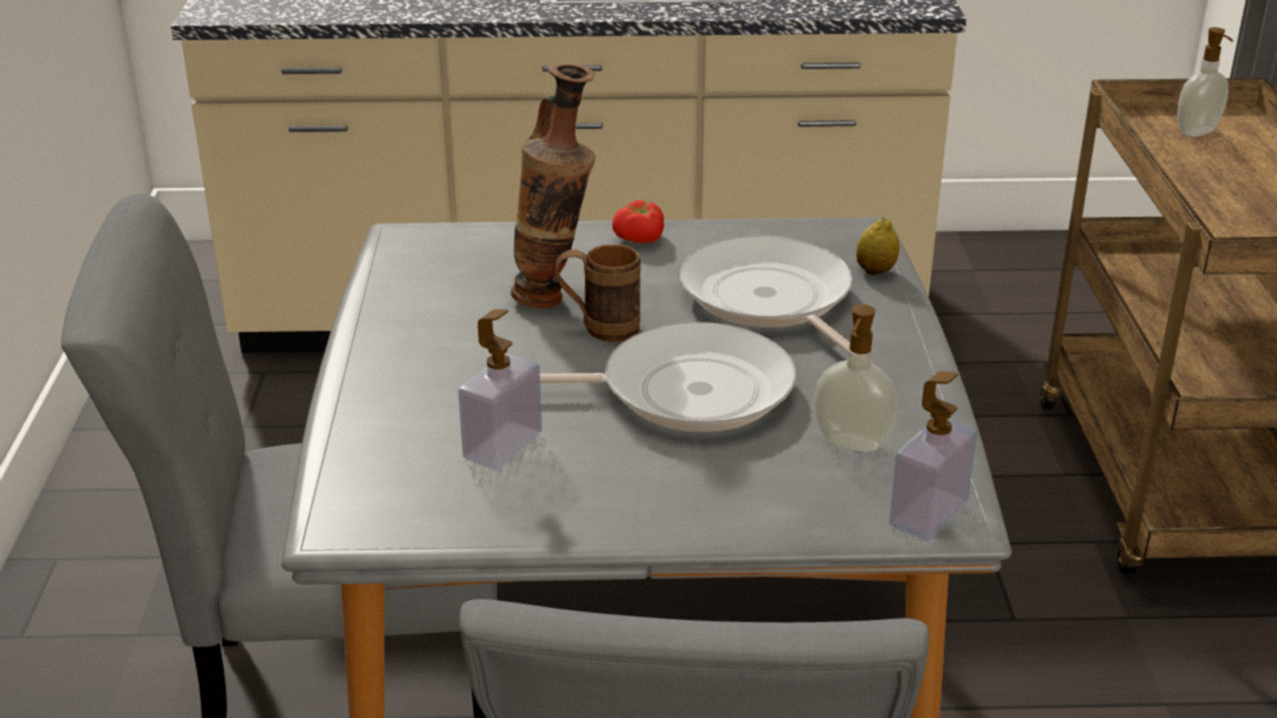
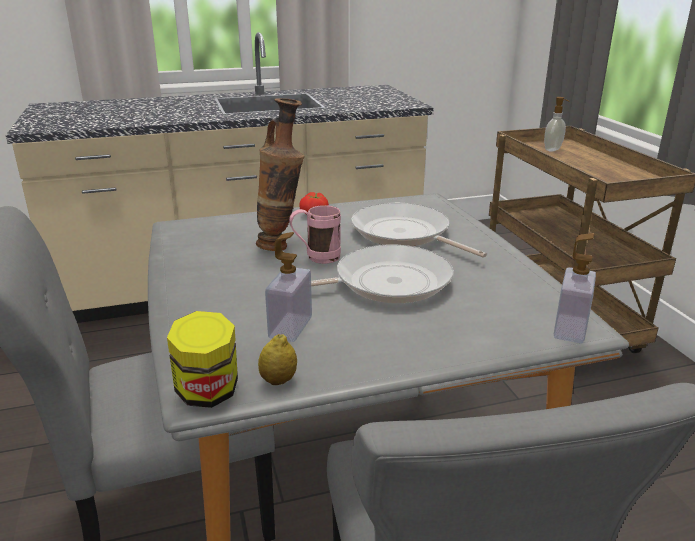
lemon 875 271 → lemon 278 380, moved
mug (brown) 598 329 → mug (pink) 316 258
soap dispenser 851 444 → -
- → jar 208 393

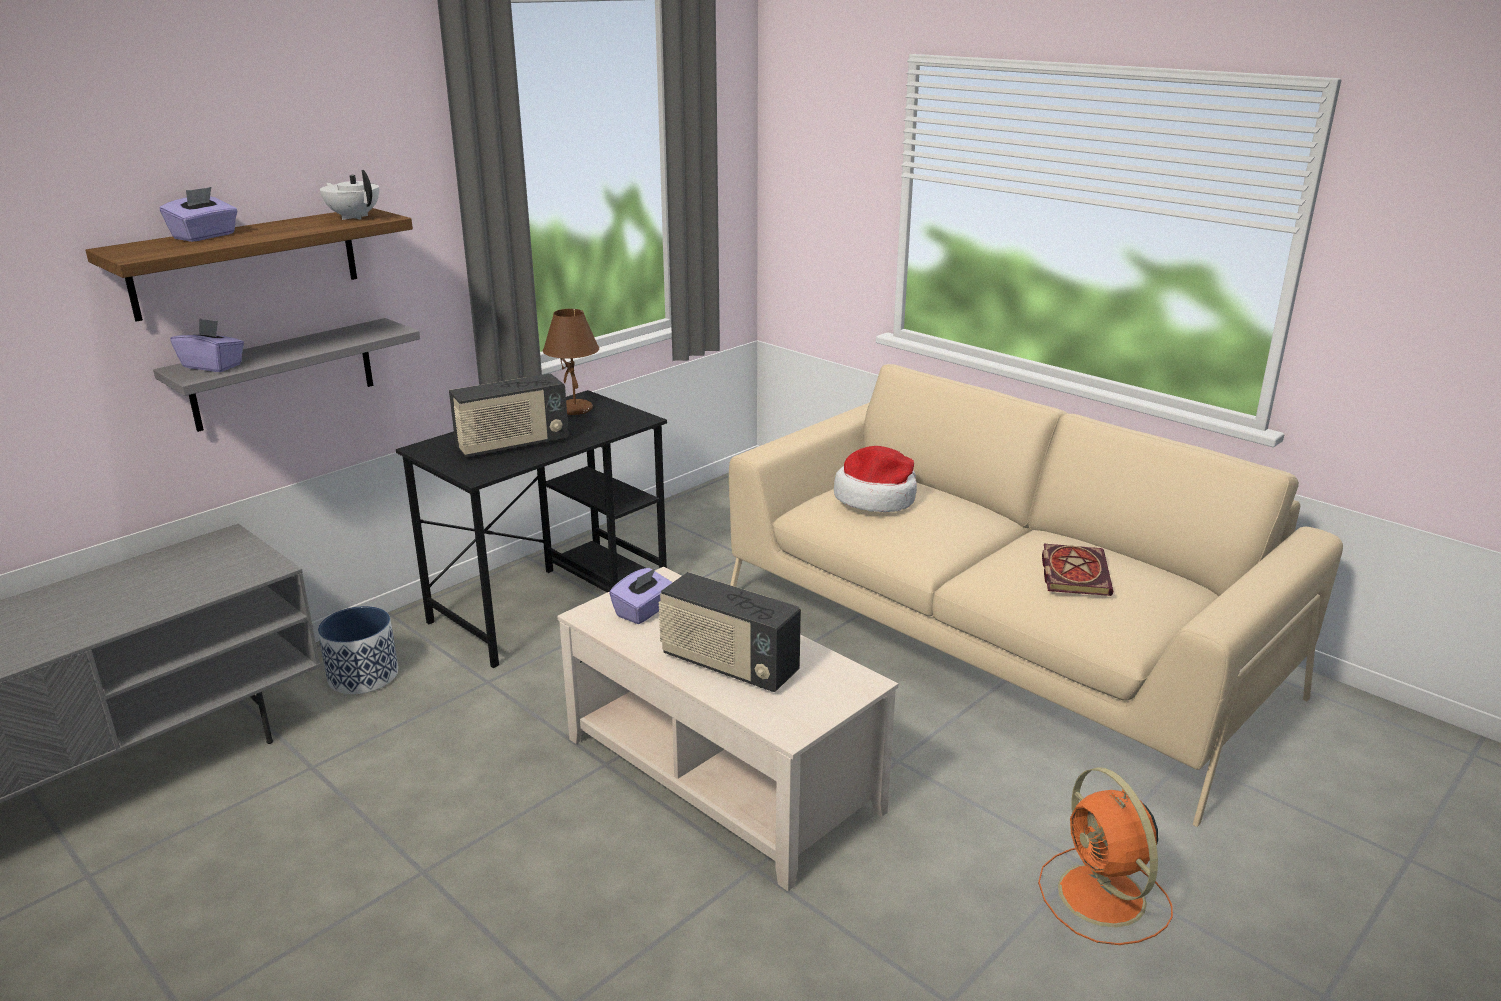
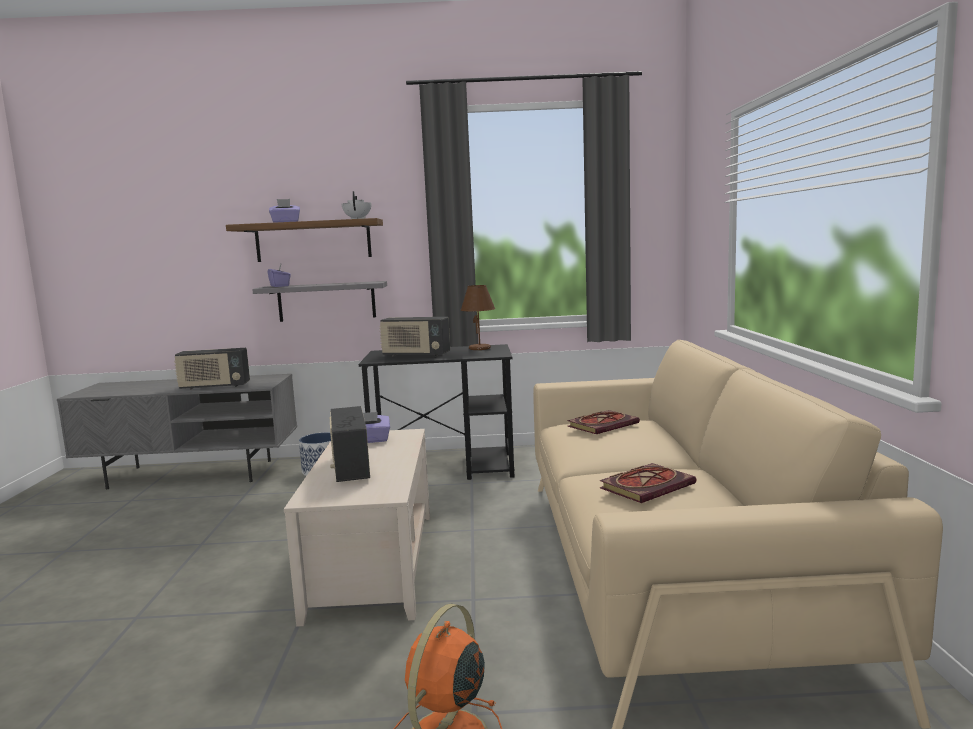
hat 876 498 → book 603 425
- → radio 214 386

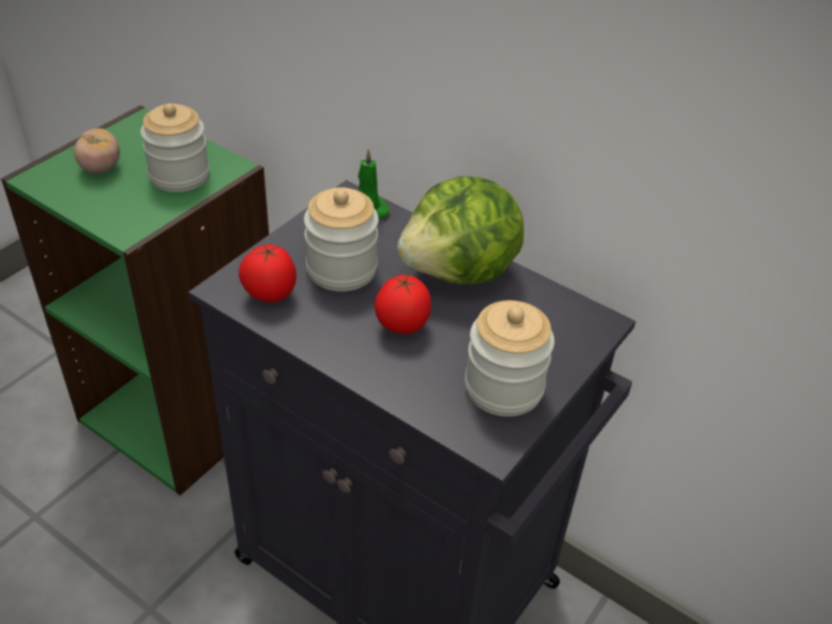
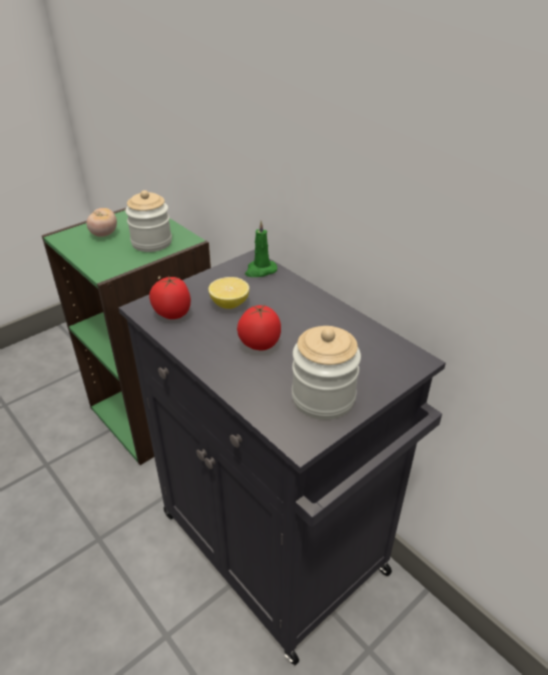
lettuce 460 272 → -
jar 341 269 → lemon 229 304

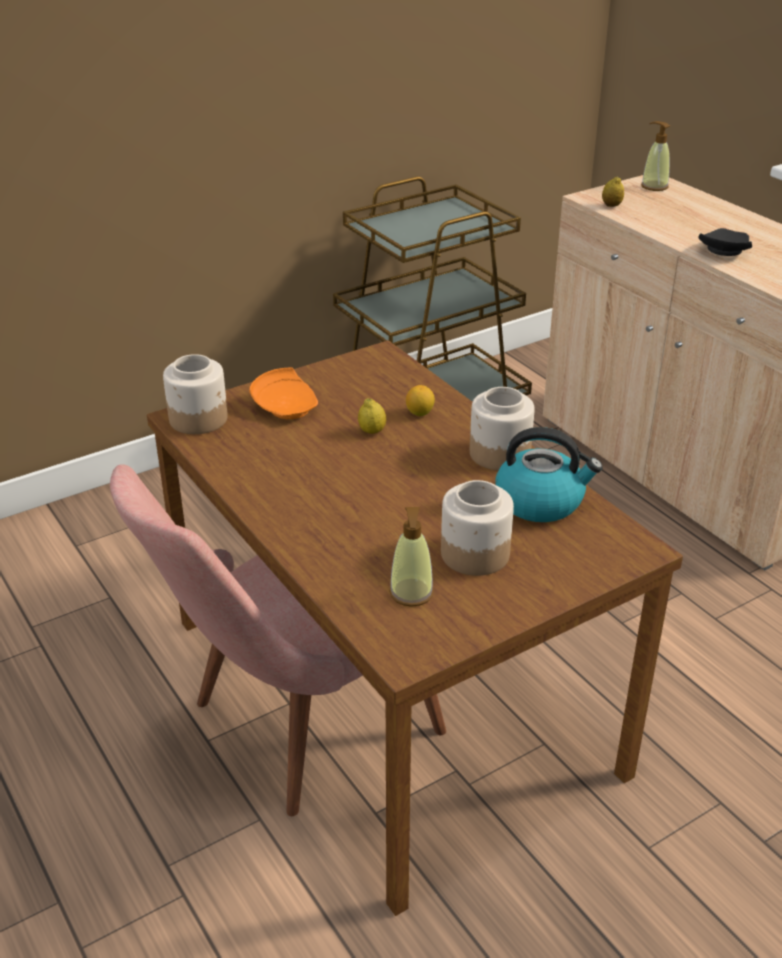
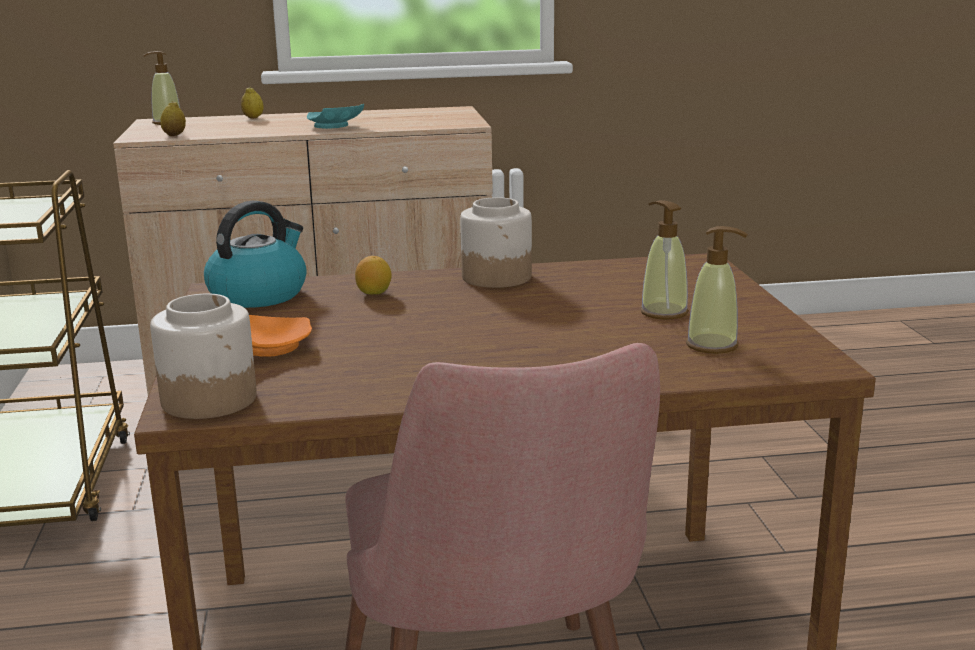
plate (black) 723 251 → plate (turquoise) 333 127
lemon 372 431 → lemon 253 118, moved
kettle 541 501 → kettle 259 294, moved
jar 474 554 → soap dispenser 663 312

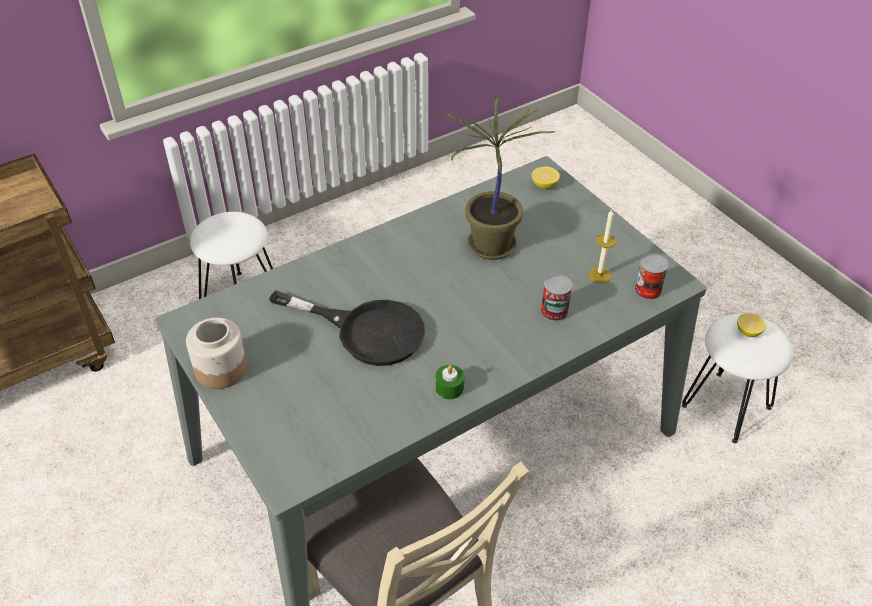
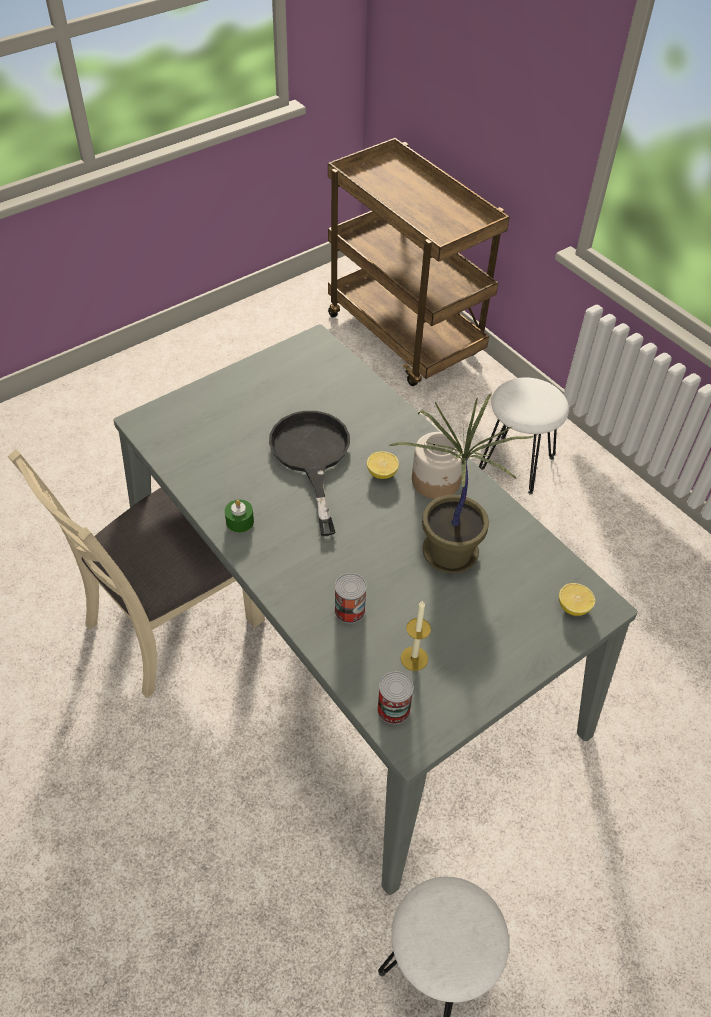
frying pan (black) 366 331 → frying pan (black) 311 457, 150 degrees clockwise
lemon 748 332 → lemon 382 473, moved
jar 221 369 → jar 436 481, moved

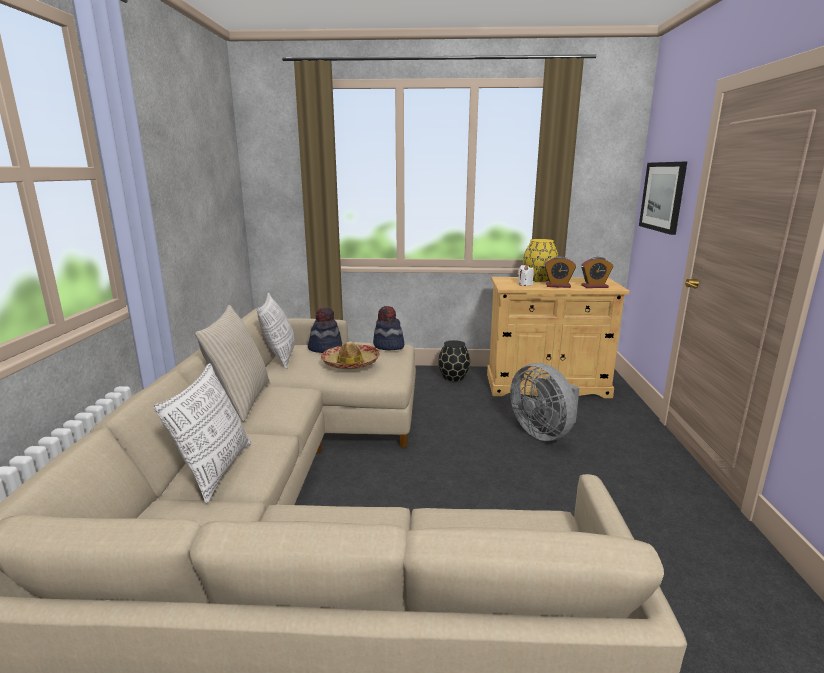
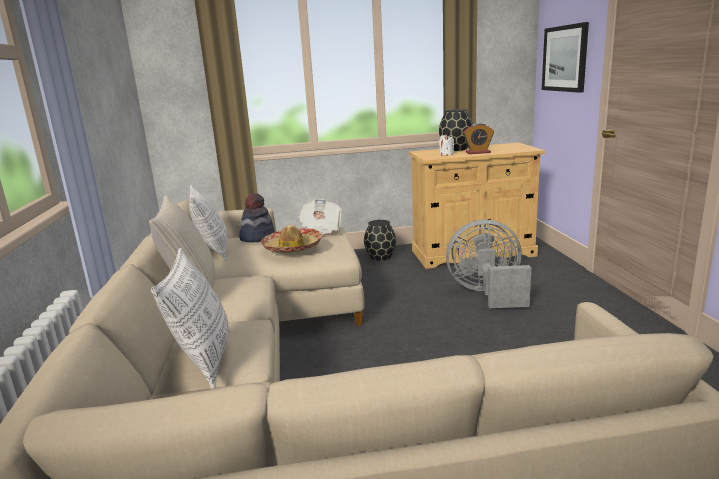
vase (yellow) 539 279 → vase (black) 456 149
alarm clock 594 286 → -
hat 388 346 → newspaper 321 229
fan (grey) 543 432 → fan (grey) 487 293, 135 degrees clockwise

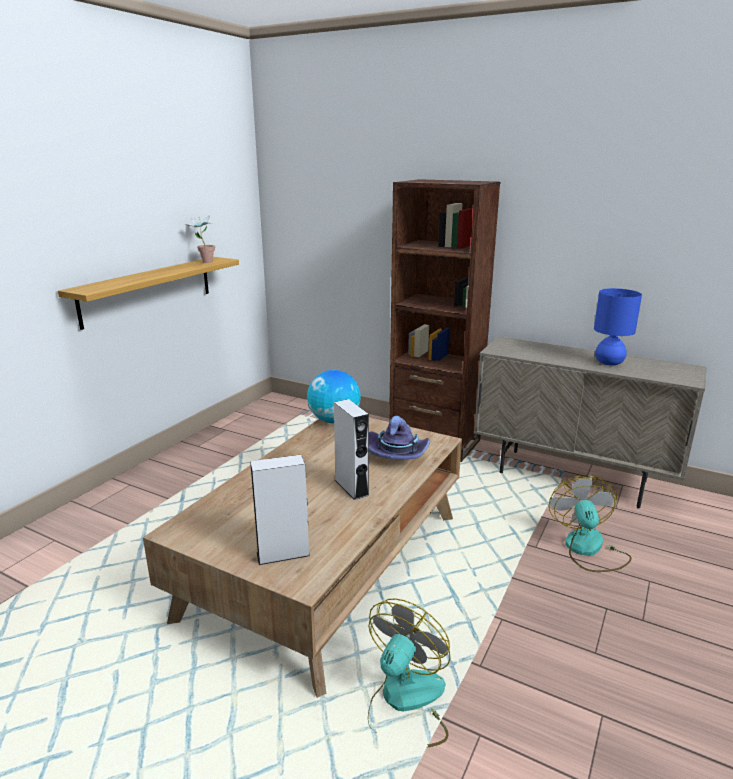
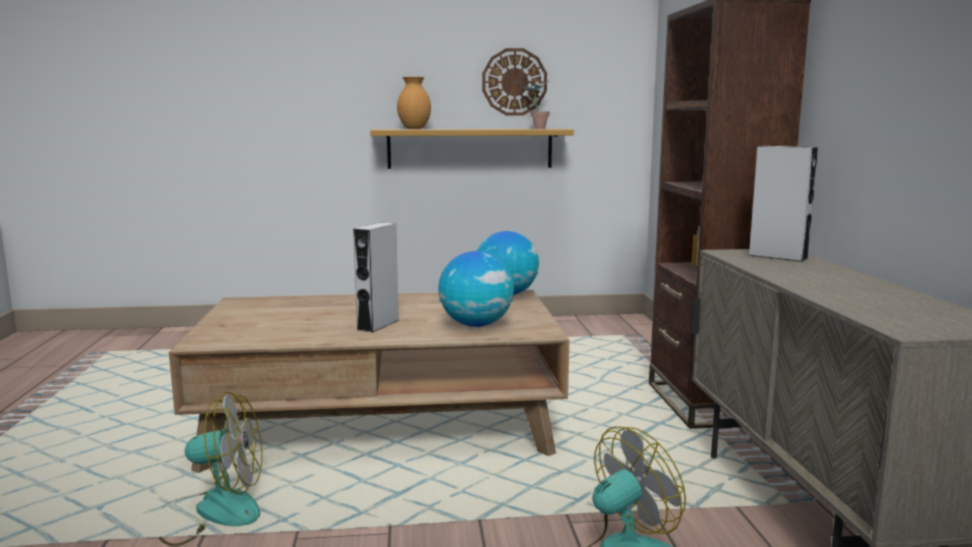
table lamp (blue) 608 362 → -
hat (purple) 397 454 → globe 476 325
speaker (grey) 283 554 → speaker (grey) 777 257, moved
- → wall clock 514 82
- → vase (brown) 414 129

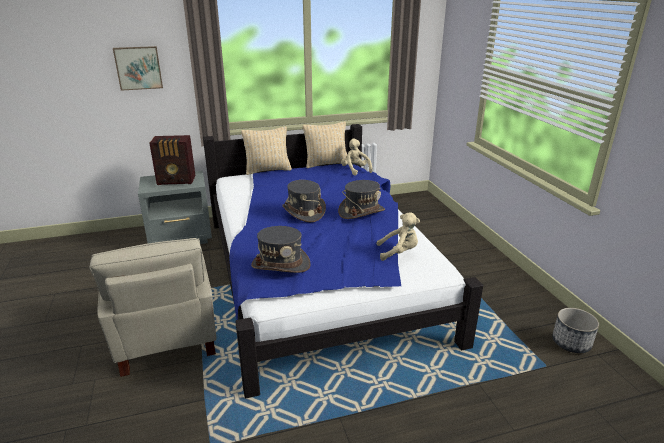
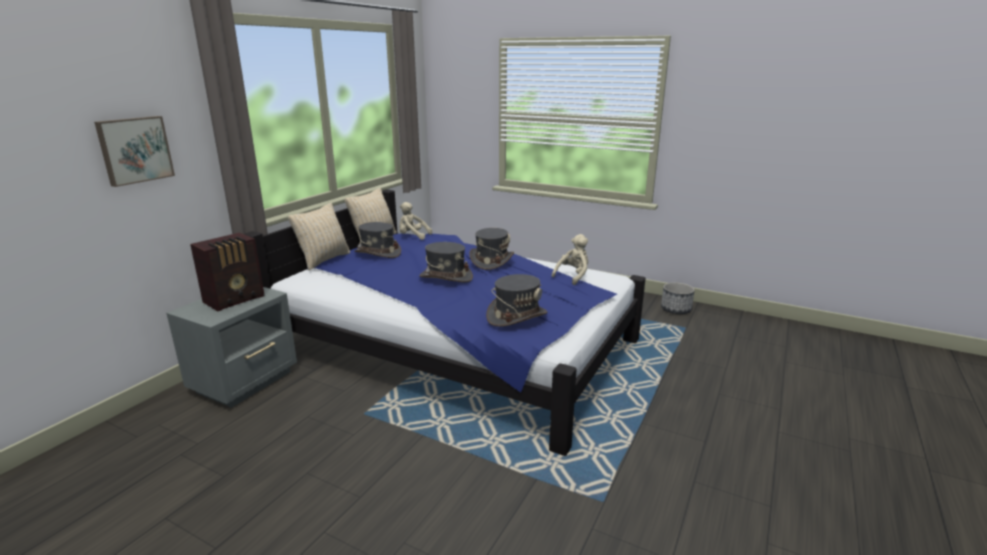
armchair (beige) 166 338 → -
- → hat (grey) 377 253

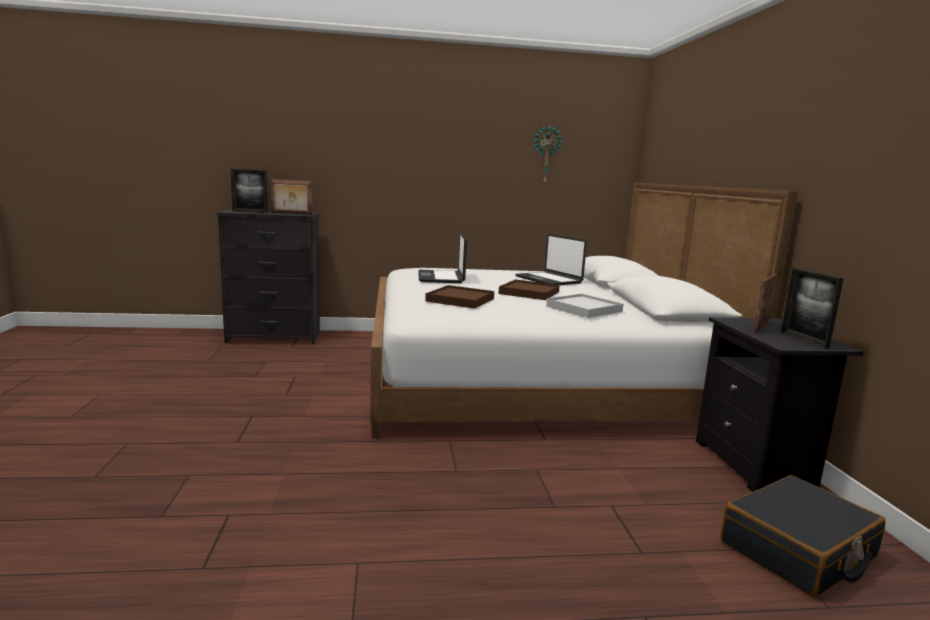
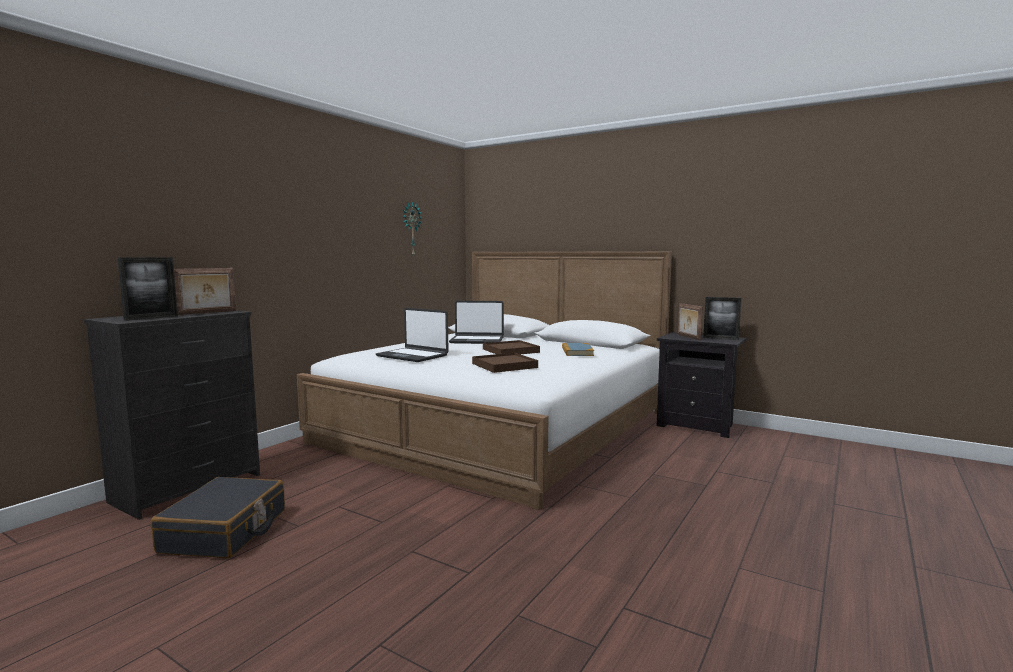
tray (white) 583 309 → book 577 352
suitcase (black) 798 550 → suitcase (black) 225 531, moved

